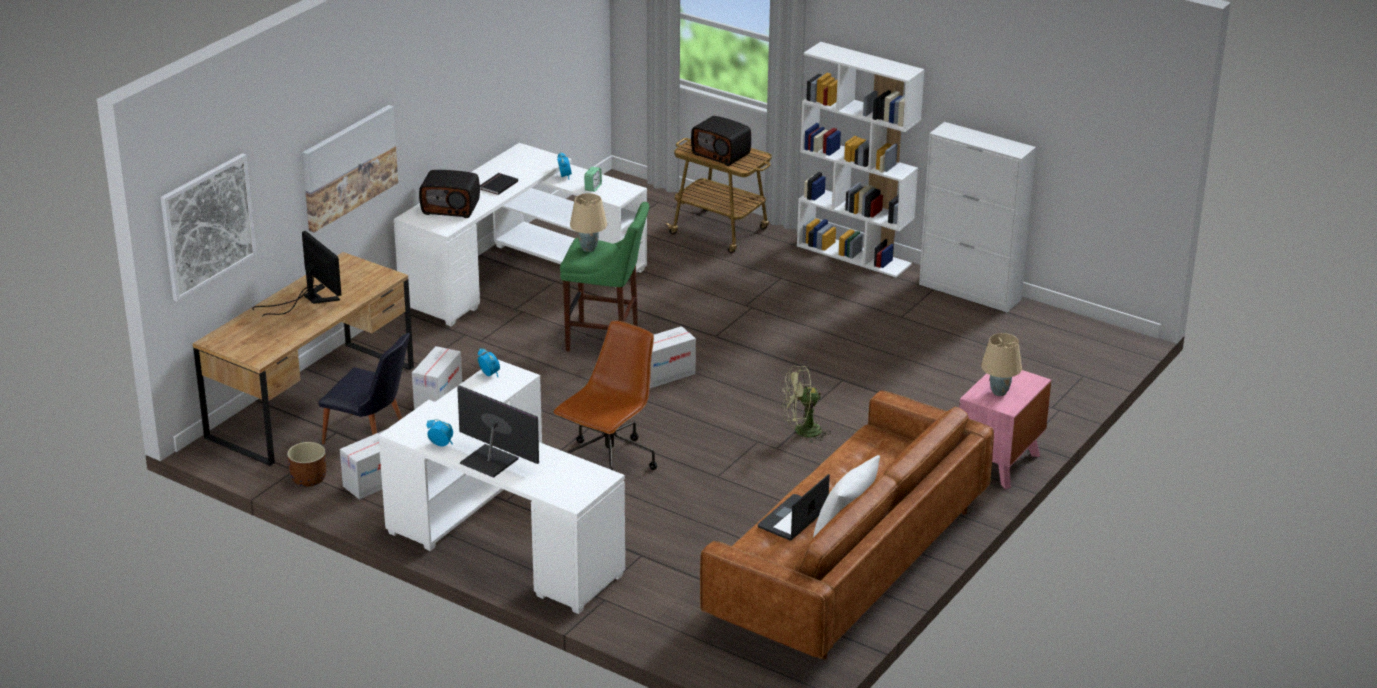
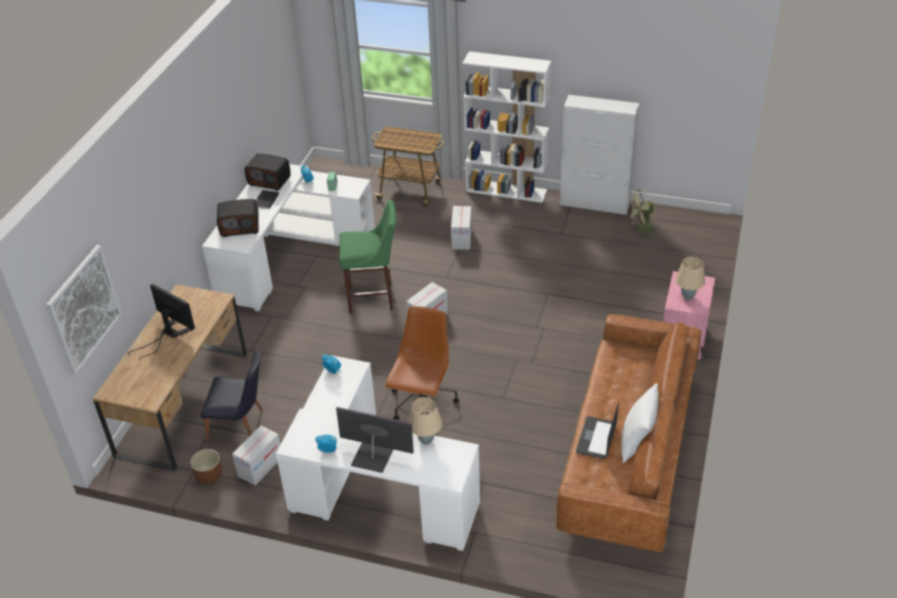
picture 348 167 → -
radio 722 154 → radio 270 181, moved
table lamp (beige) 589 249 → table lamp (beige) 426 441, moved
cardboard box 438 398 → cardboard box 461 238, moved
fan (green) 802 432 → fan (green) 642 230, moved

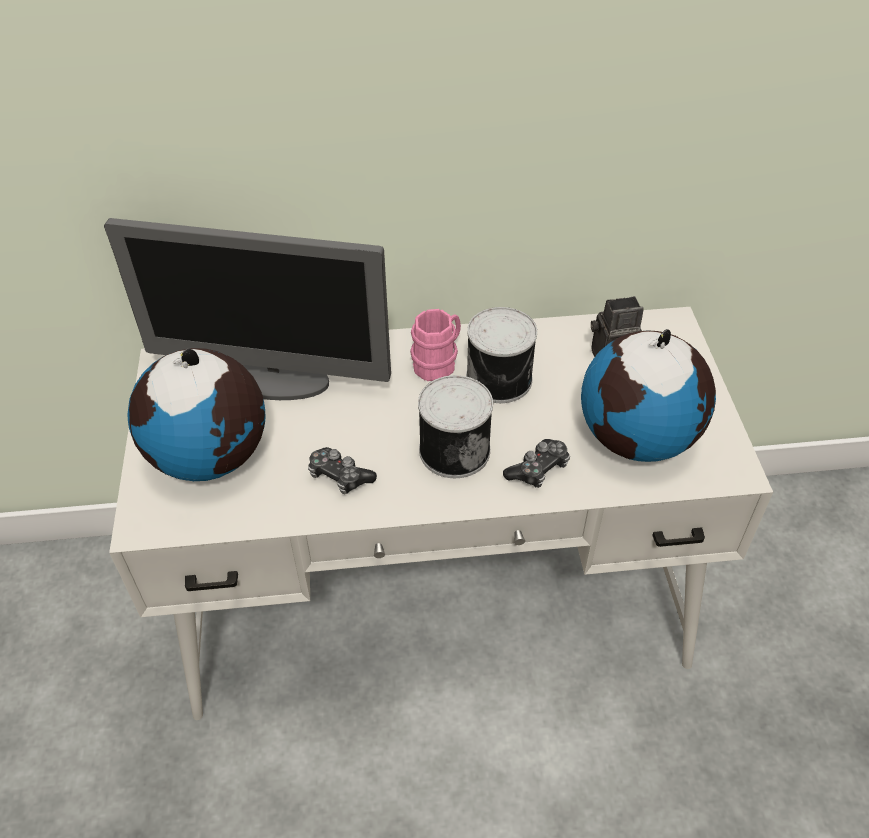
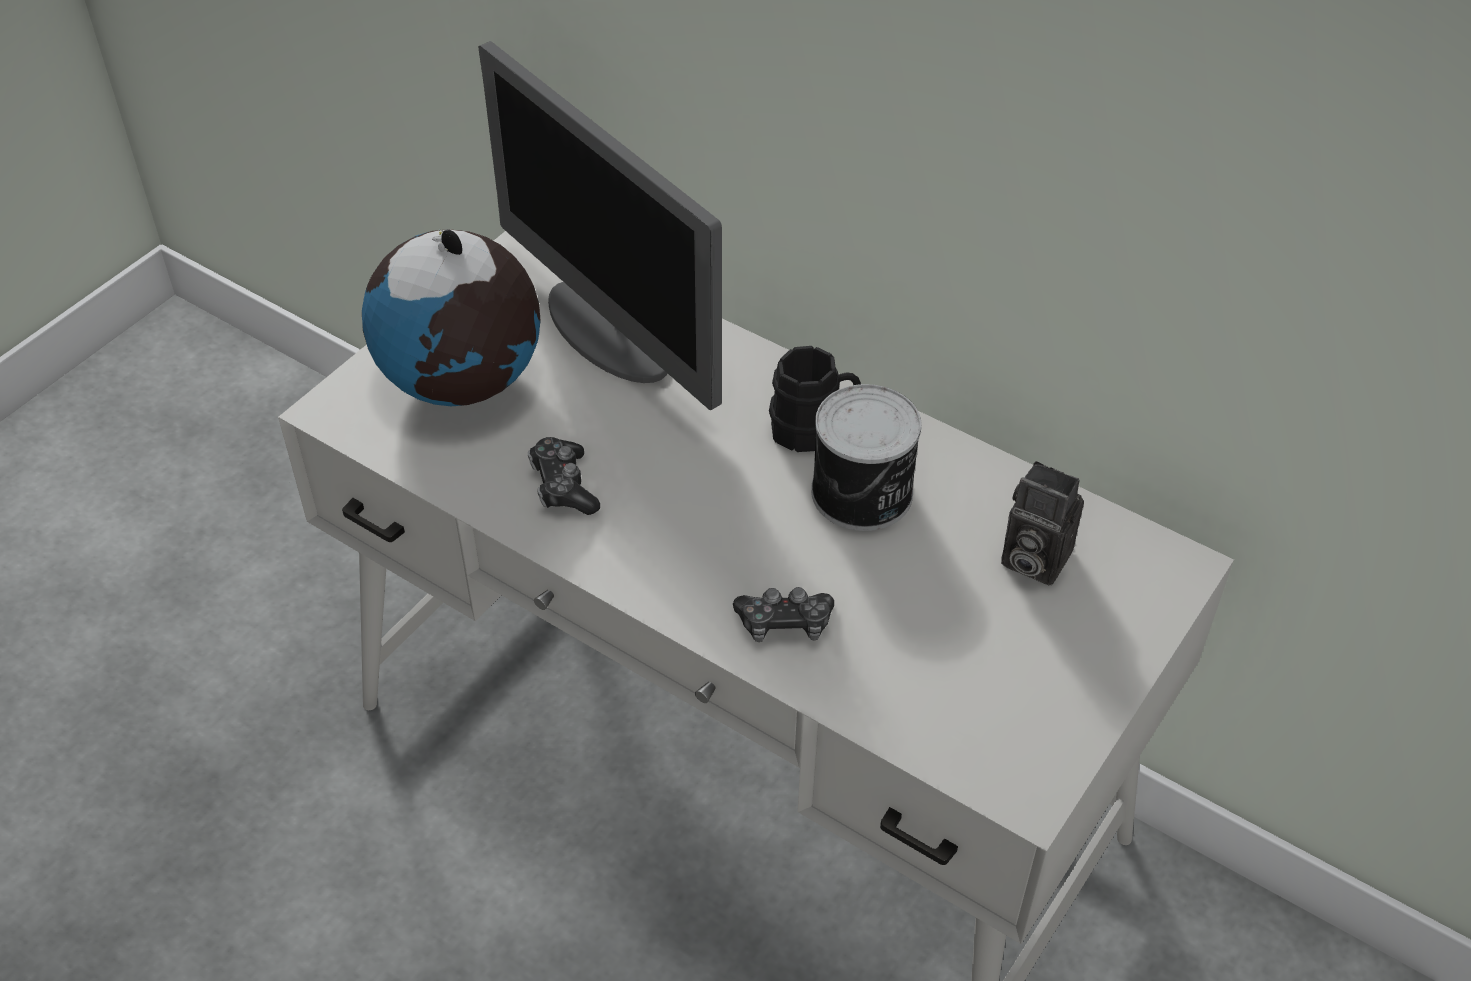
mug (pink) 438 362 → mug (black) 814 428
globe 638 438 → -
can 453 449 → -

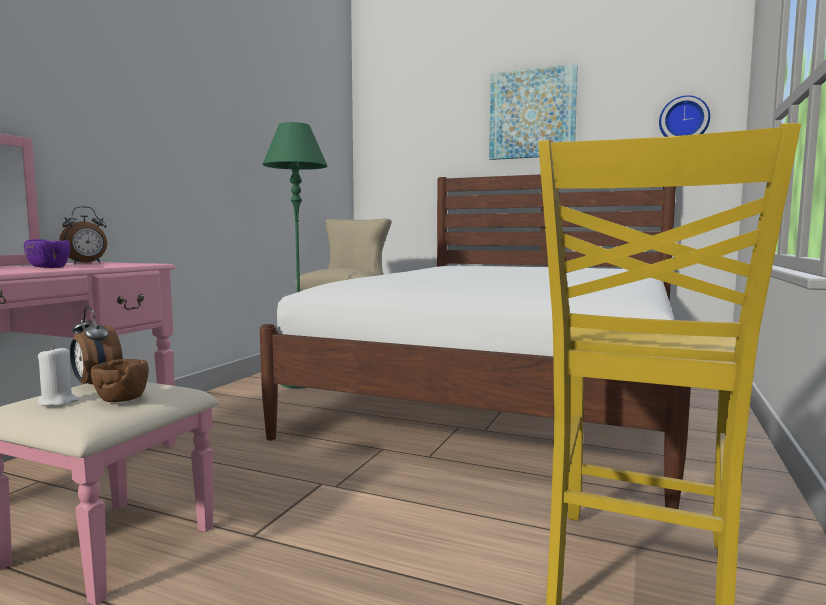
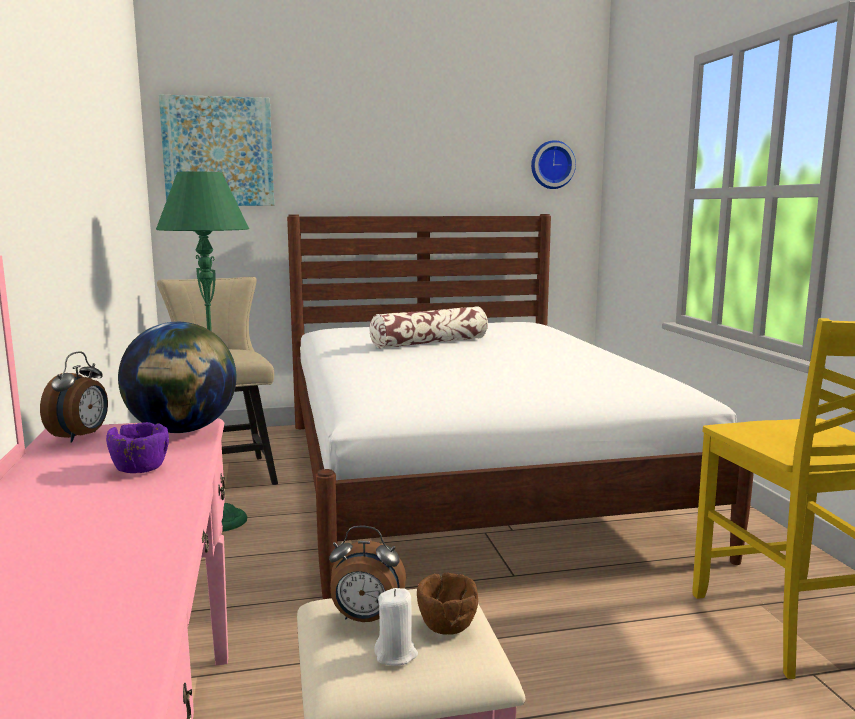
picture 532 114 → picture 218 152, moved
- → pillow 430 343
- → globe 182 430

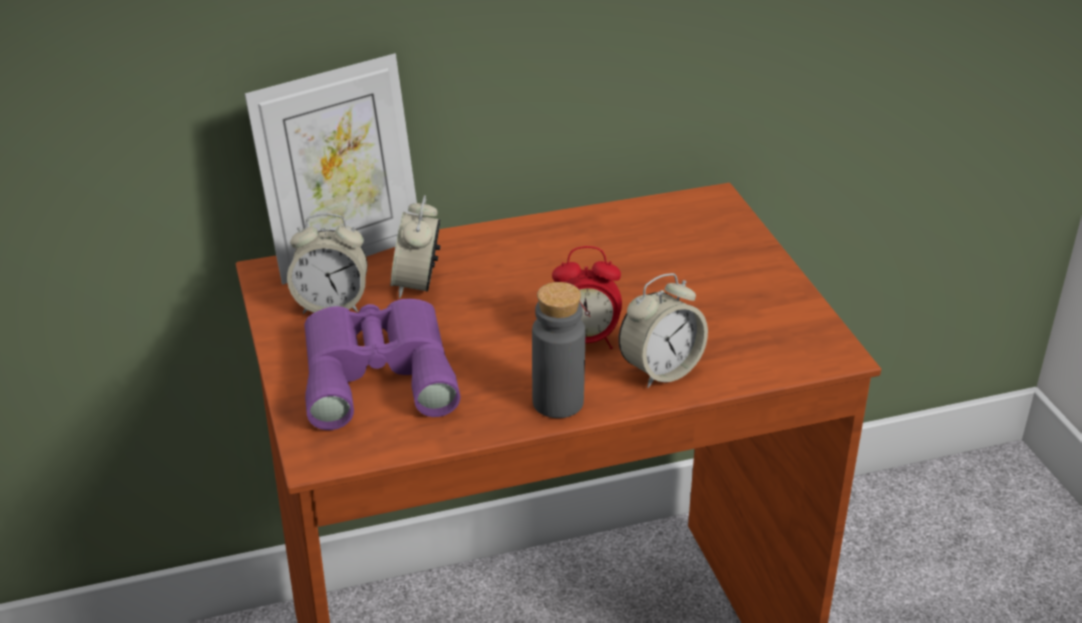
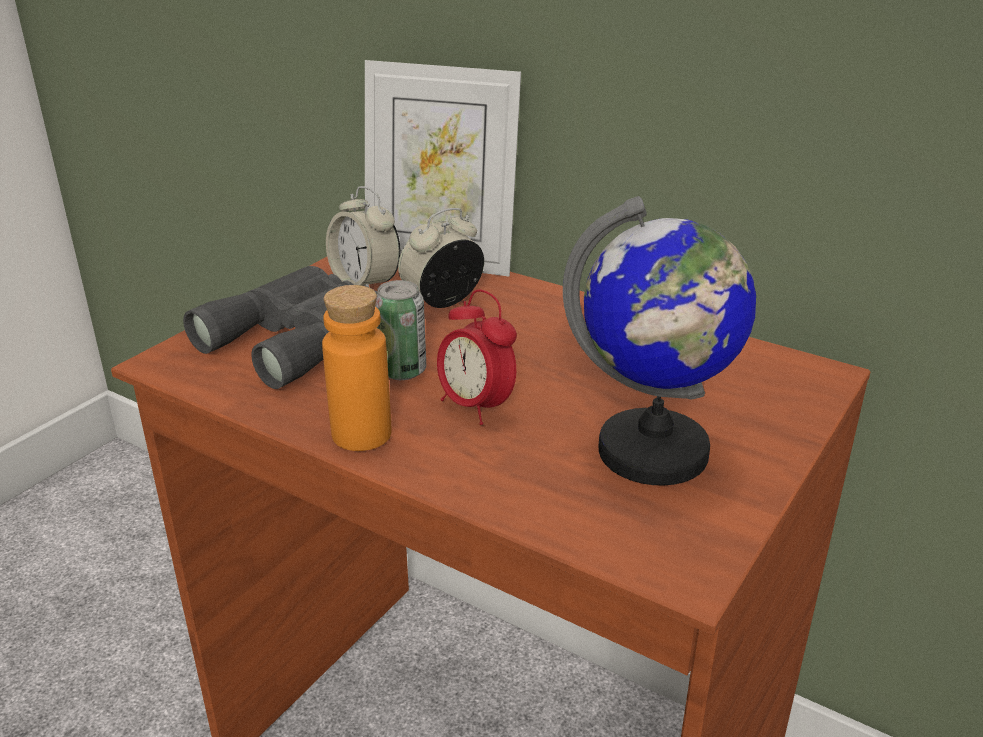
alarm clock 660 370 → -
bottle (grey) 558 402 → bottle (orange) 361 434
binoculars (purple) 378 370 → binoculars (grey) 303 336
- → globe 653 453
- → can 402 371

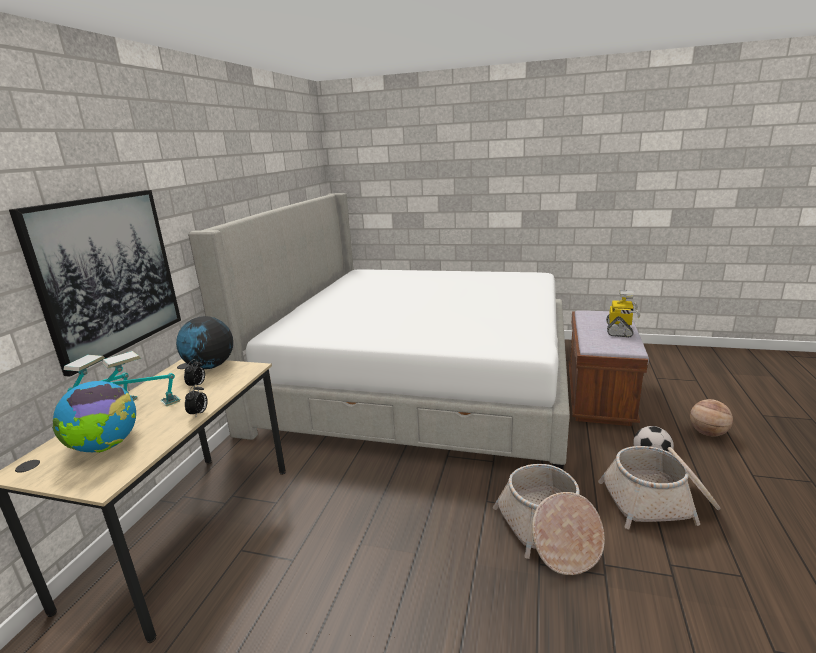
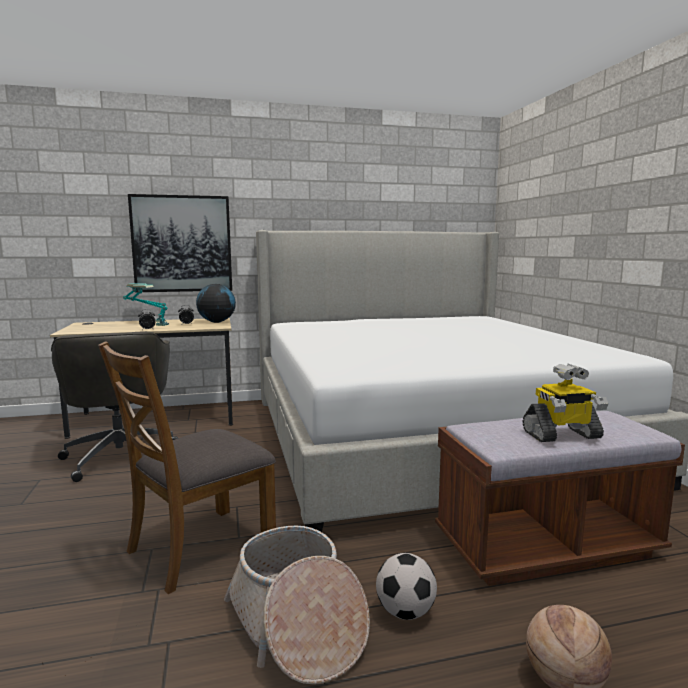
globe 105 447 → -
basket 547 533 → chair (brown) 199 547
- → office chair (grey) 120 455

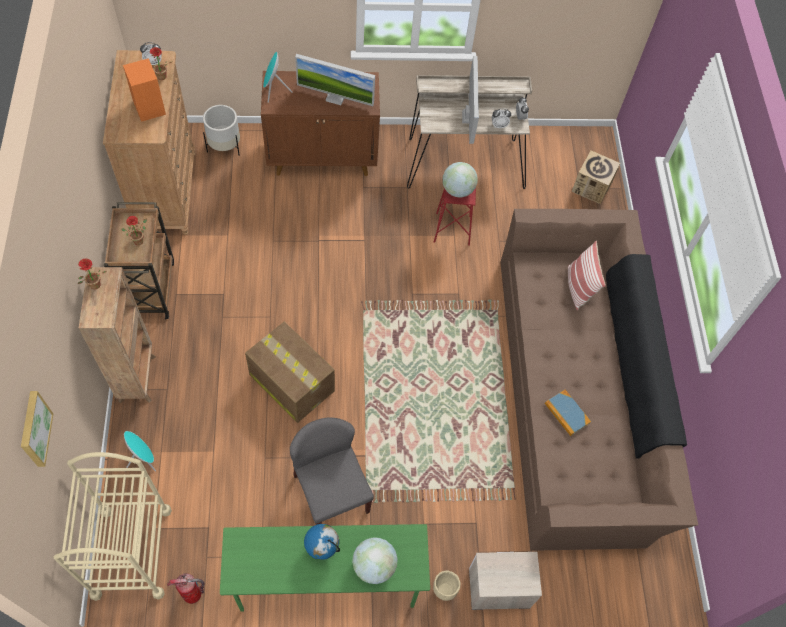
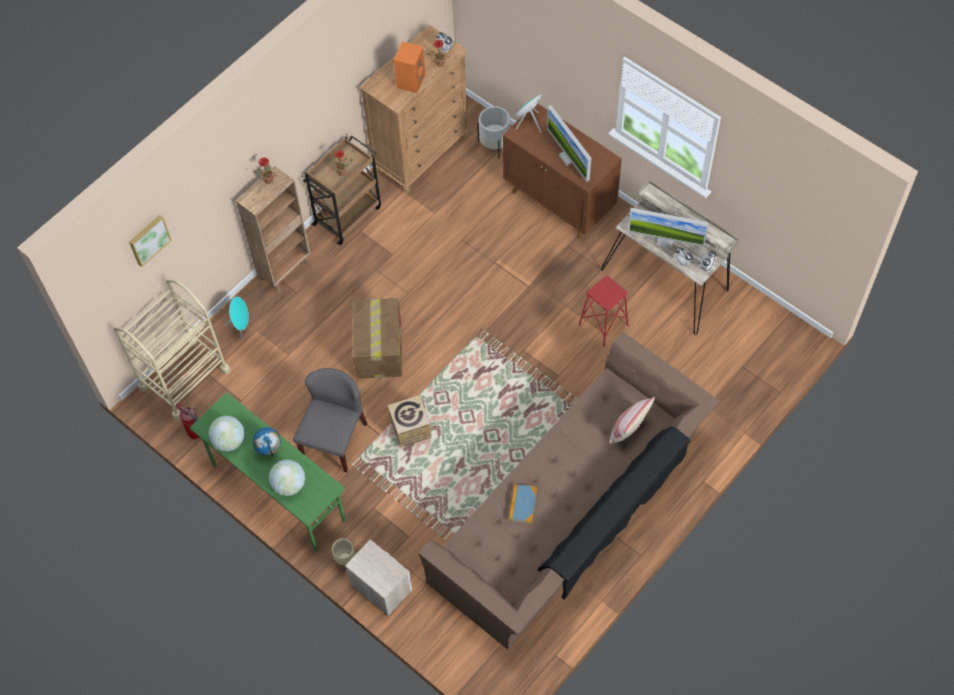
monitor 469 117 → monitor 665 240, 60 degrees clockwise
cardboard box 591 187 → cardboard box 410 429, moved
globe 458 190 → globe 229 441, moved

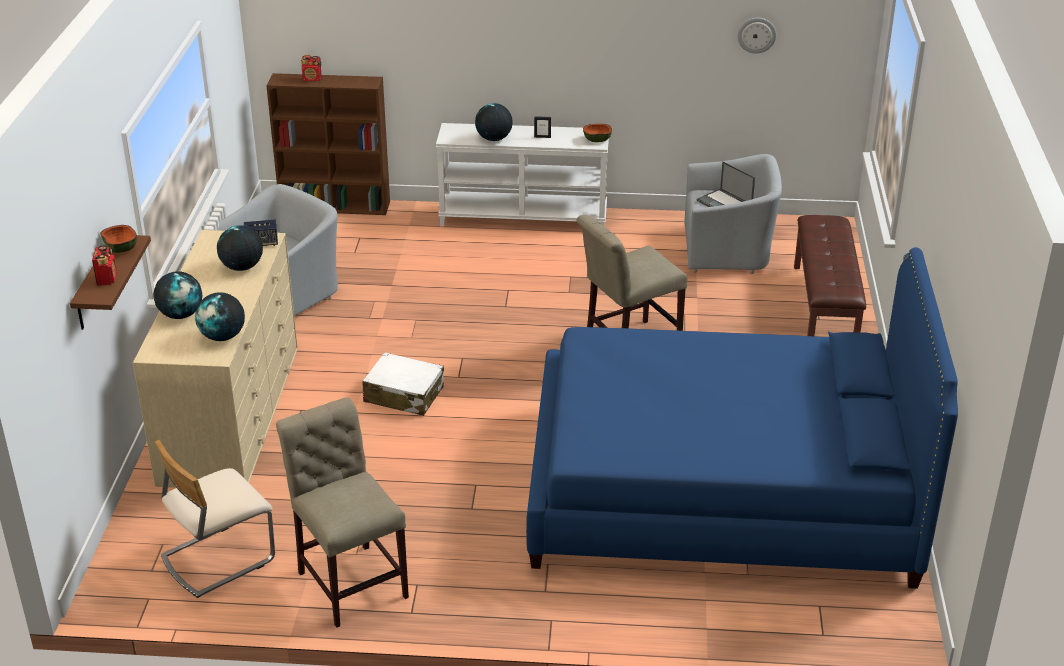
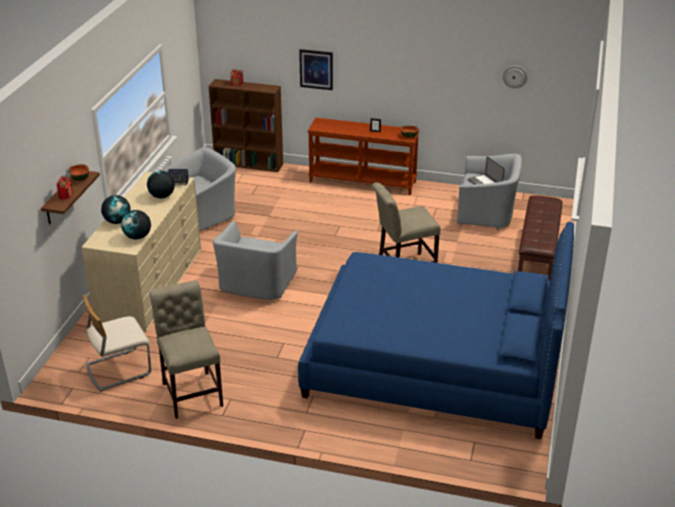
globe 494 139 → -
console table (white) 524 218 → console table (brown) 363 181
suitcase (white) 403 395 → armchair (grey) 256 284
- → picture 316 69

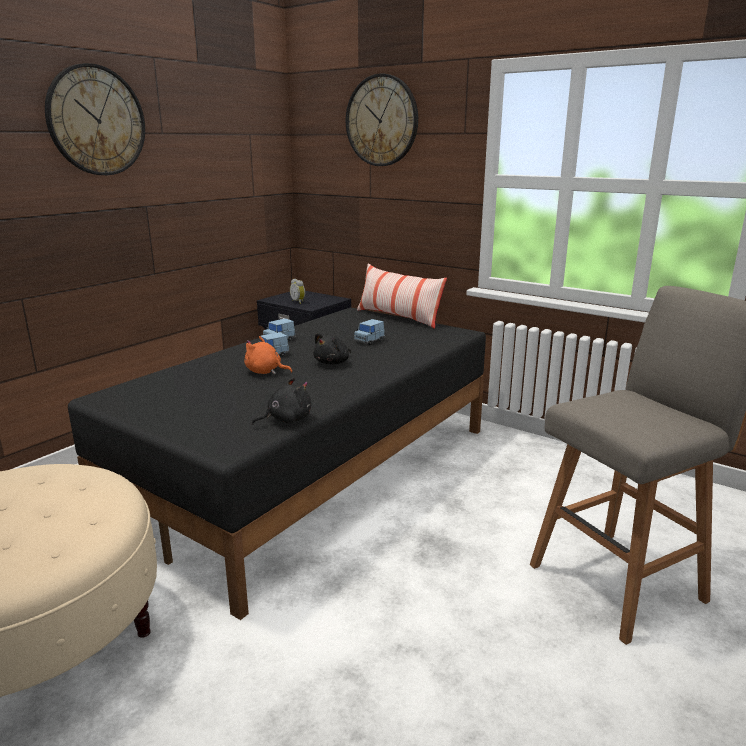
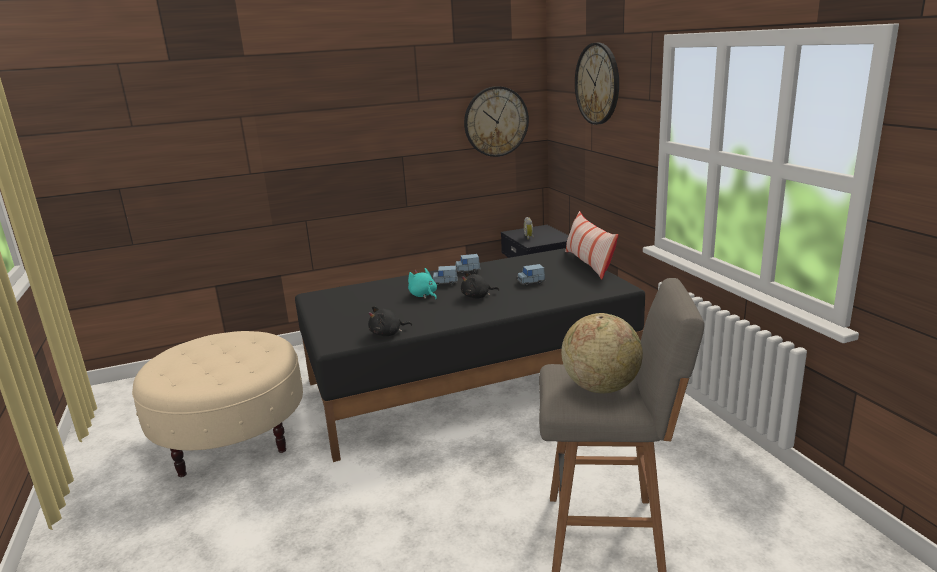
wall clock 96 121 → wall clock 496 121, moved
plush toy (orange) 265 372 → plush toy (turquoise) 423 295
plush toy (black) 286 420 → plush toy (black) 388 334, 150 degrees clockwise
- → globe 600 387

